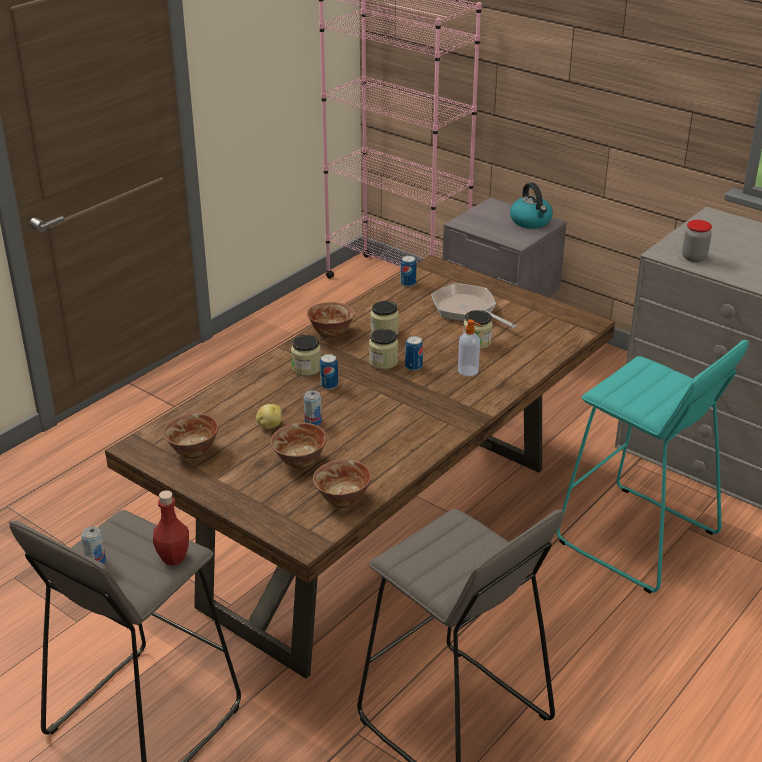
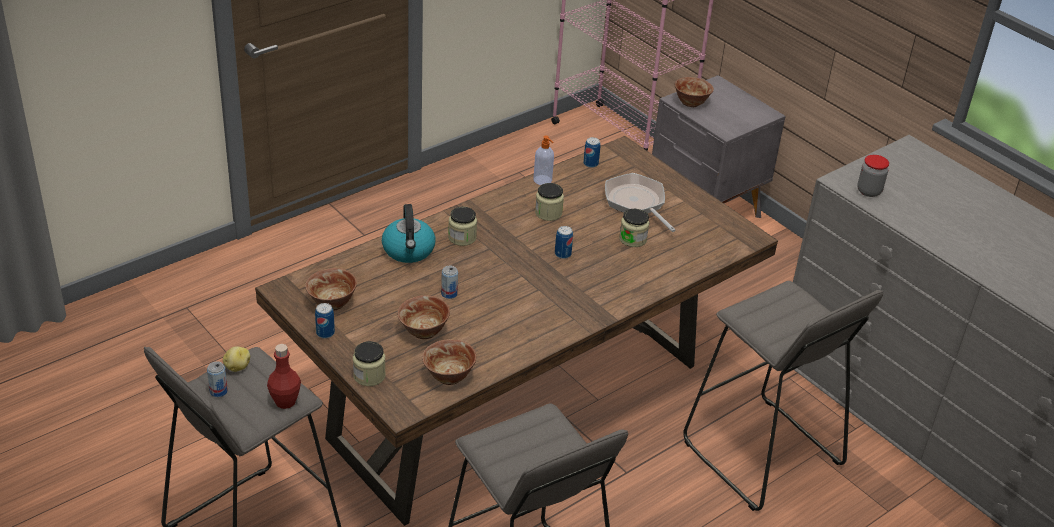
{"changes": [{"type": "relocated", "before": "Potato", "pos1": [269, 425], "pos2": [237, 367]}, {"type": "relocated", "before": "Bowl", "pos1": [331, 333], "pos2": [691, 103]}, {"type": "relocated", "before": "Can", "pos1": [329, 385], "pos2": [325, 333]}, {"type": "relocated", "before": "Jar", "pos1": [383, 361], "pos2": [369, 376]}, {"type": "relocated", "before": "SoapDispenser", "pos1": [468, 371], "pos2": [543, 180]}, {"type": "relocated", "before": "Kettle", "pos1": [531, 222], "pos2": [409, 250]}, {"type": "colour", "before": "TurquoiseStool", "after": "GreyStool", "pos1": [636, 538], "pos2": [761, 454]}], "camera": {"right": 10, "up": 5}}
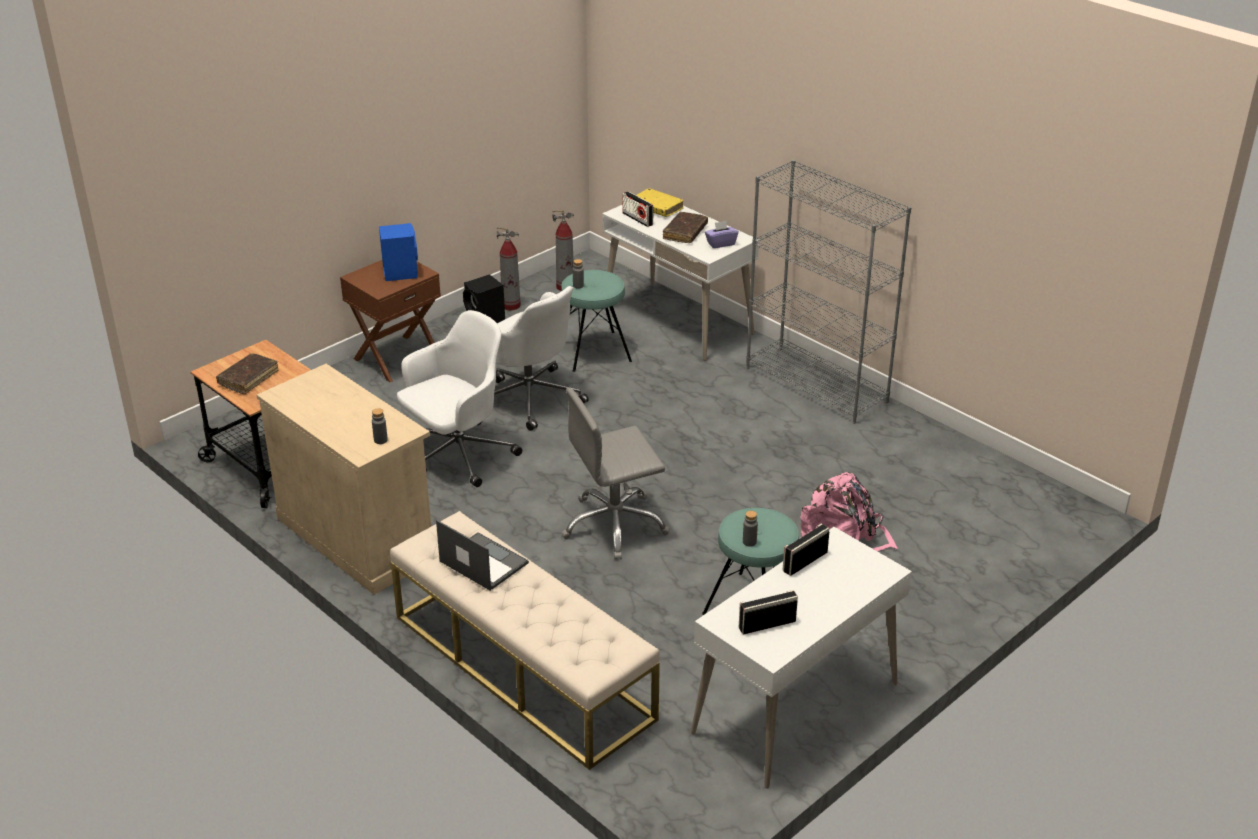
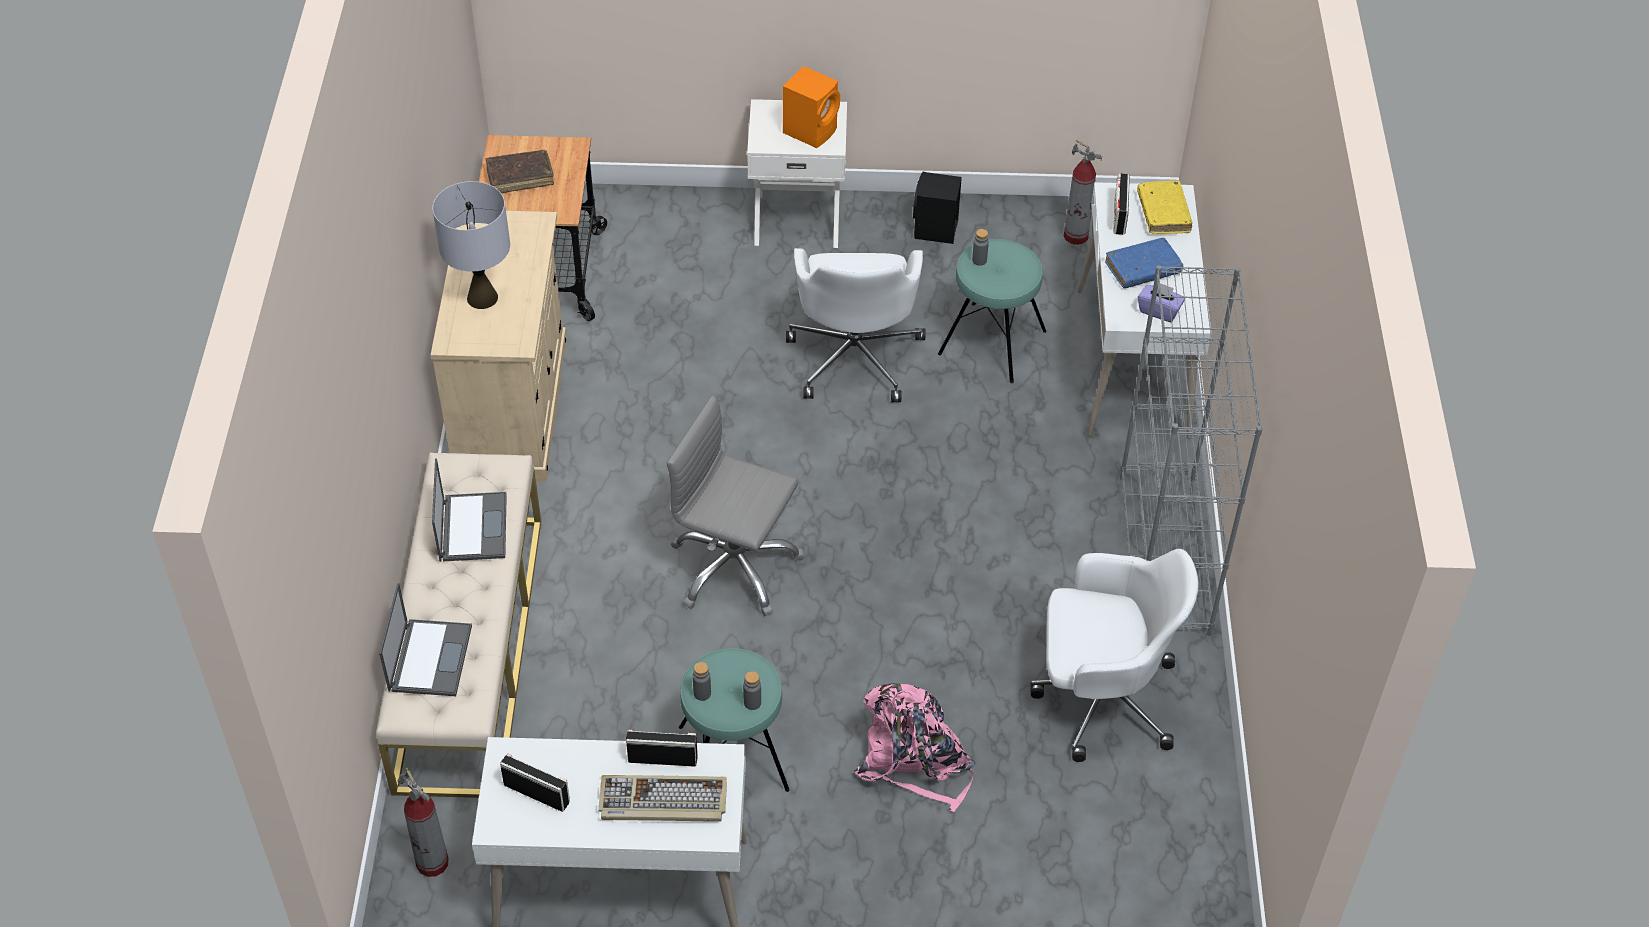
{"changes": [{"type": "appeared", "after": "Laptop", "pos2": [430, 657]}, {"type": "appeared", "after": "GreyTableLamp", "pos2": [482, 297]}, {"type": "appeared", "after": "Keyboard", "pos2": [662, 802]}, {"type": "relocated", "before": "GreyBottle", "pos1": [380, 440], "pos2": [752, 702]}, {"type": "relocated", "before": "WhiteOfficeChair", "pos1": [457, 455], "pos2": [1101, 697]}, {"type": "relocated", "before": "FireExtinguisher", "pos1": [511, 306], "pos2": [432, 863]}, {"type": "colour", "before": "BrownNightstand", "after": "WhiteNightstand", "pos1": [397, 358], "pos2": [797, 218]}, {"type": "colour", "before": "BlueSpeaker", "after": "OrangeSpeaker", "pos1": [400, 272], "pos2": [811, 130]}, {"type": "colour", "before": "BrownBook", "after": "BlueBook", "pos1": [685, 232], "pos2": [1143, 269]}], "camera": {"right": 45, "up": 15}}
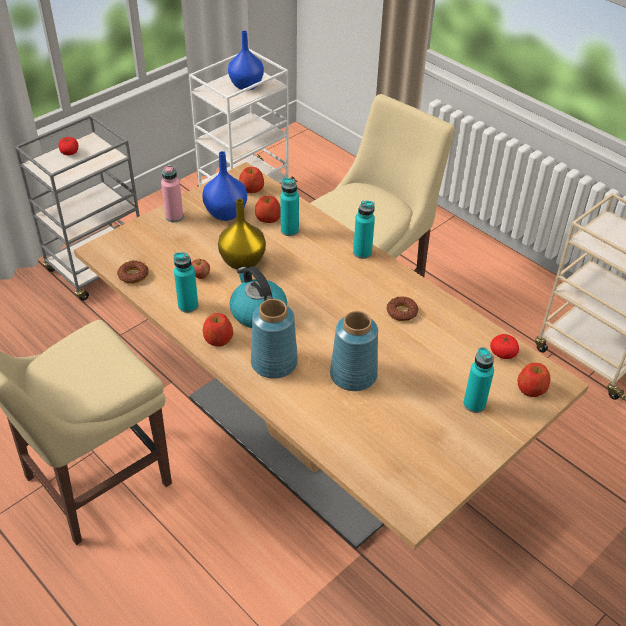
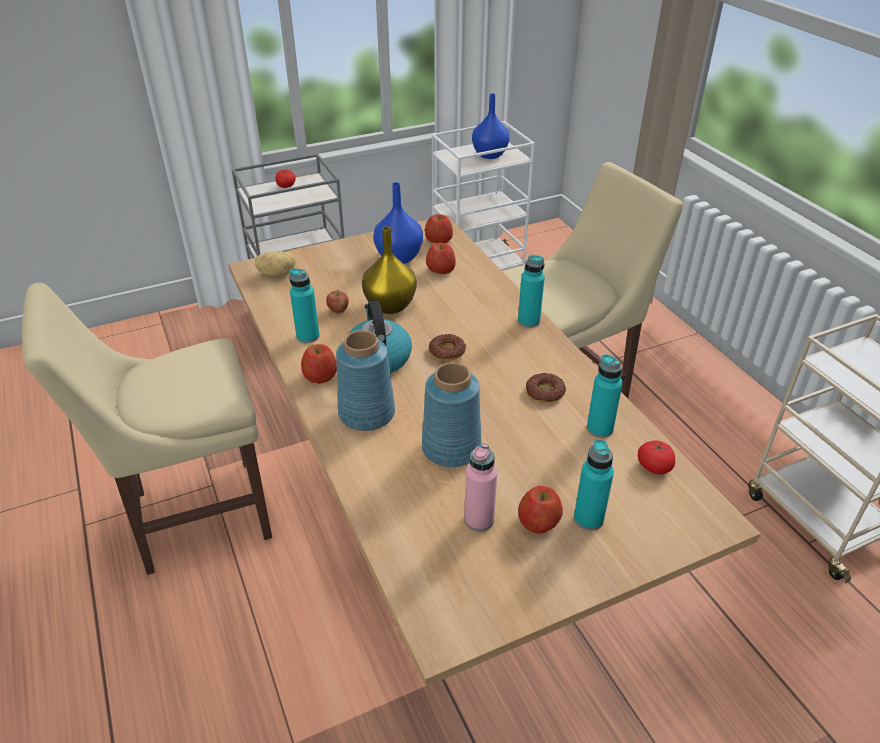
{"changes": [{"type": "appeared", "after": "Potato", "pos2": [277, 273]}, {"type": "relocated", "before": "Donut", "pos1": [133, 275], "pos2": [447, 351]}, {"type": "relocated", "before": "PinkBottle", "pos1": [174, 217], "pos2": [479, 520]}, {"type": "relocated", "before": "TurquoiseBottle", "pos1": [289, 230], "pos2": [599, 429]}, {"type": "relocated", "before": "Apple", "pos1": [531, 388], "pos2": [538, 521]}], "camera": {"right": 20, "up": -5}}
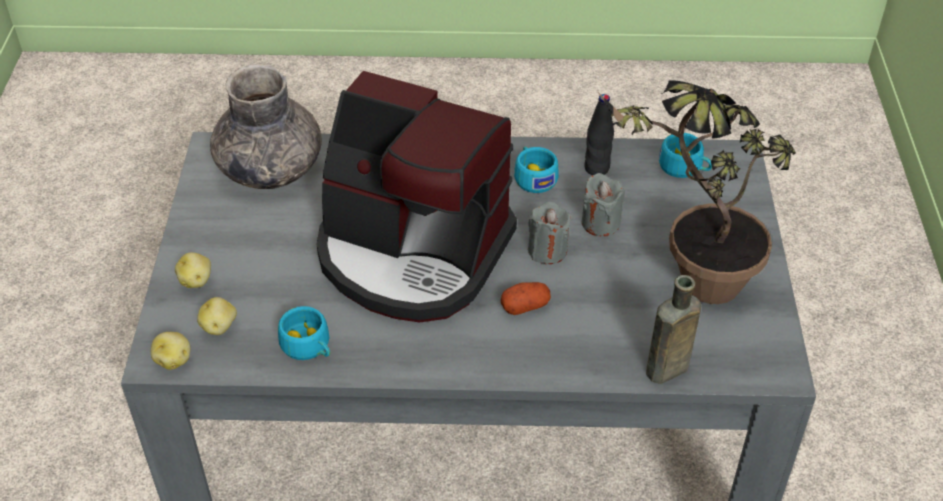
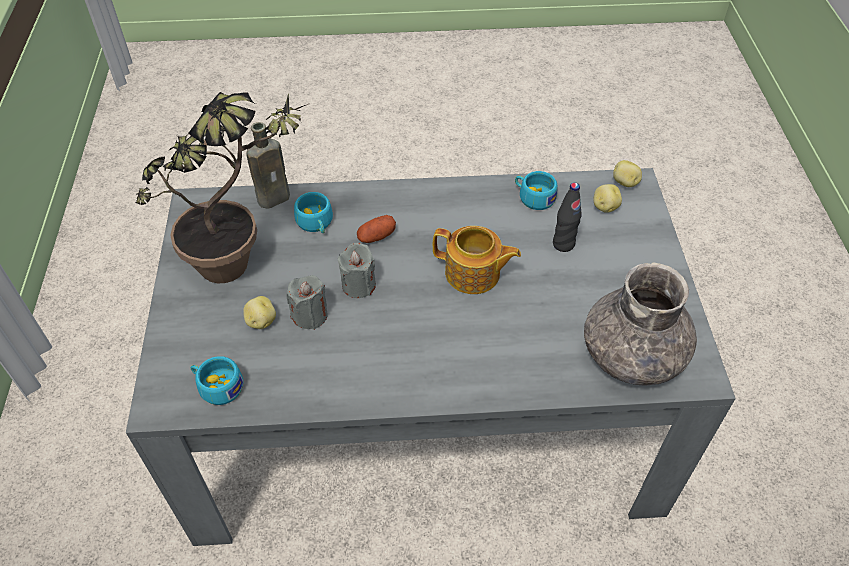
{"changes": [{"type": "relocated", "before": "Potato", "pos1": [196, 280], "pos2": [261, 321]}, {"type": "relocated", "before": "TurquoiseCup", "pos1": [533, 177], "pos2": [316, 223]}, {"type": "relocated", "before": "BlackBottle", "pos1": [597, 168], "pos2": [563, 244]}, {"type": "exchanged", "before": "CoffeeMachine", "after": "Teapot", "pos1": [412, 254], "pos2": [473, 274]}], "camera": {"right": 175, "up": 5}}
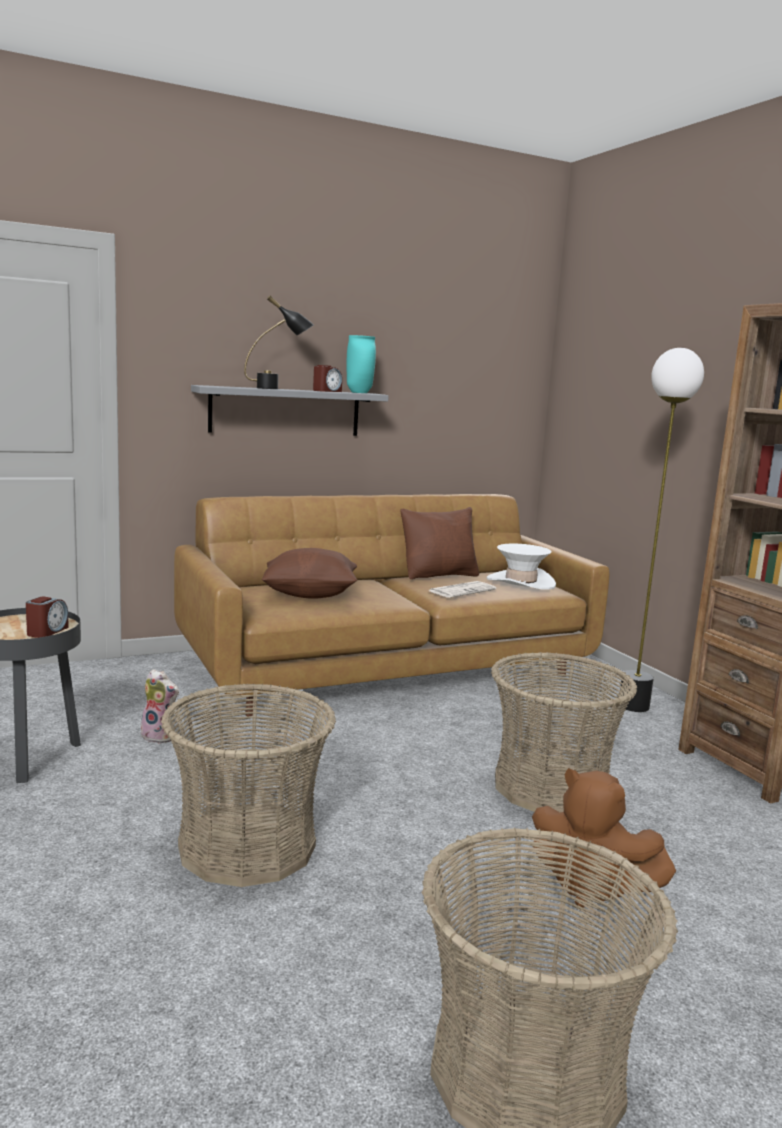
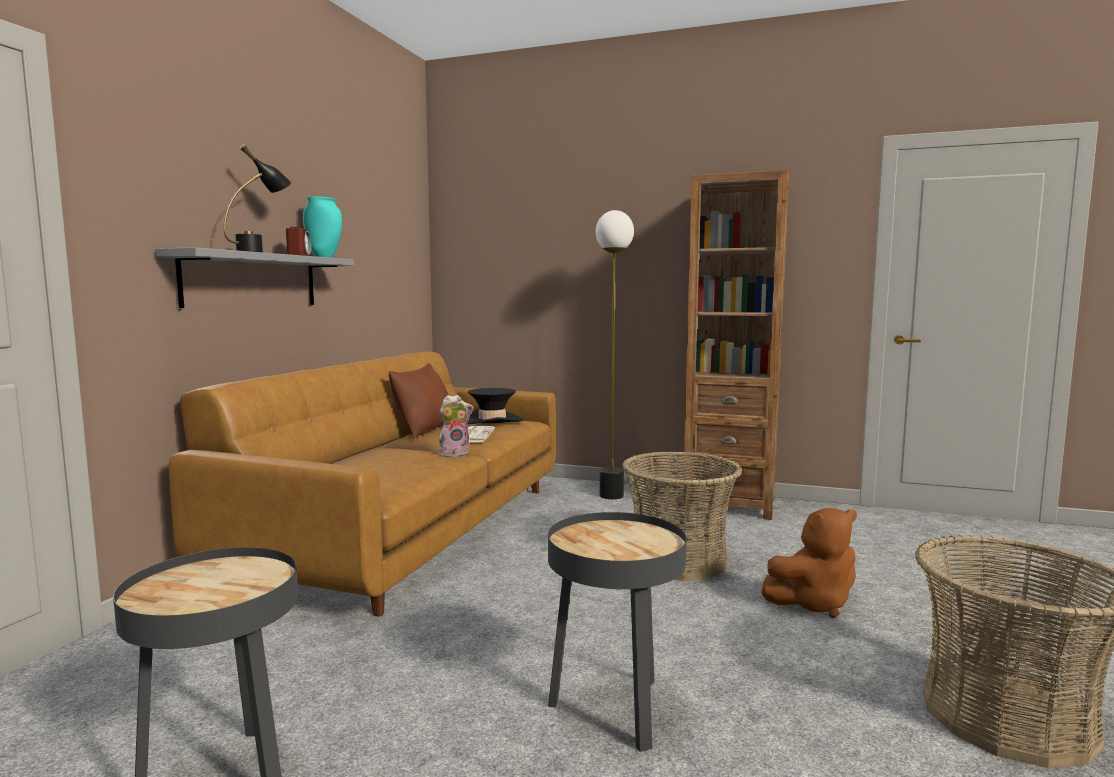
{"changes": [{"type": "missing", "before": "AlarmClock", "pos1": [47, 631]}, {"type": "missing", "before": "BrownPillow", "pos1": [310, 595]}, {"type": "relocated", "before": "PlushToy", "pos1": [160, 736], "pos2": [454, 454]}, {"type": "exchanged", "before": "Basket", "after": "BlackSideTable", "pos1": [247, 845], "pos2": [613, 708]}, {"type": "colour", "before": "WhiteHat", "after": "BlackHat", "pos1": [521, 582], "pos2": [492, 421]}], "camera": {"right": -45, "up": -5}}
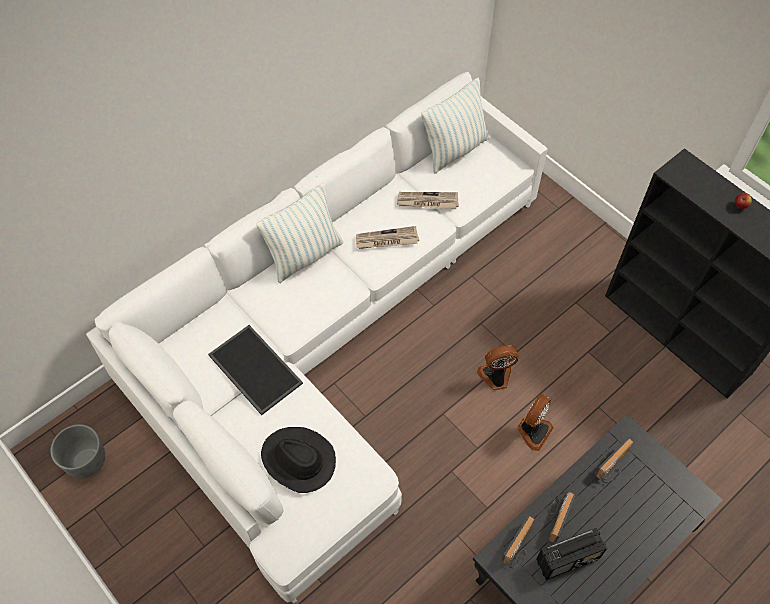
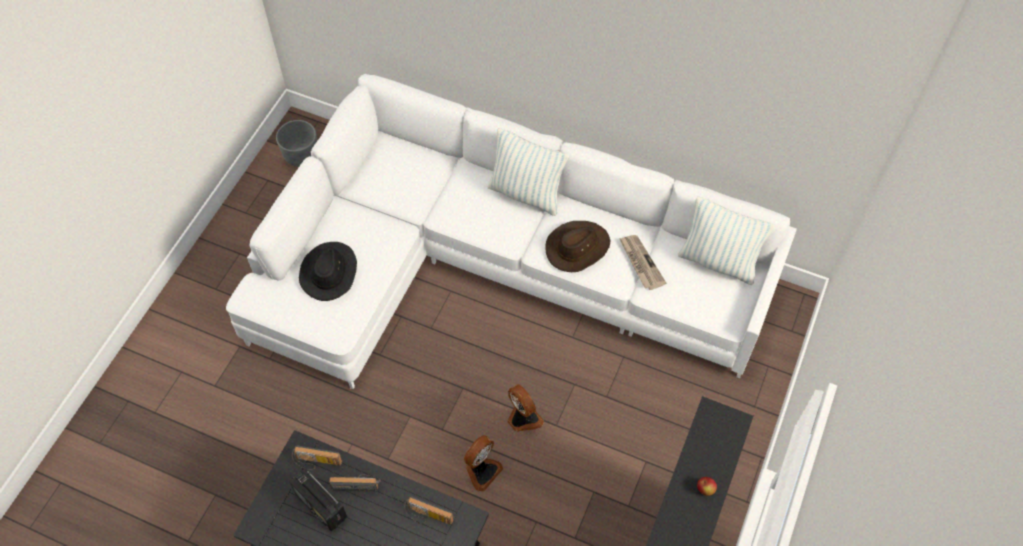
{"changes": [{"type": "missing", "before": "Tray", "pos1": [253, 369]}, {"type": "exchanged", "before": "Newspaper", "after": "BrownHat", "pos1": [386, 240], "pos2": [577, 248]}, {"type": "spun", "before": "Fan", "pos1": [533, 431], "pos2": [481, 470], "turn": -60}], "camera": {"right": 65, "up": 0}}
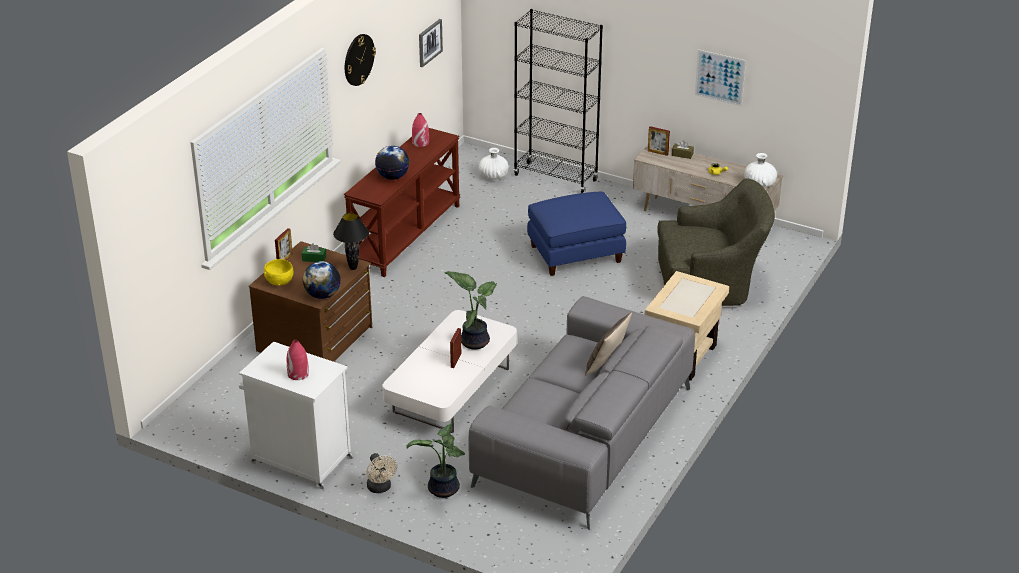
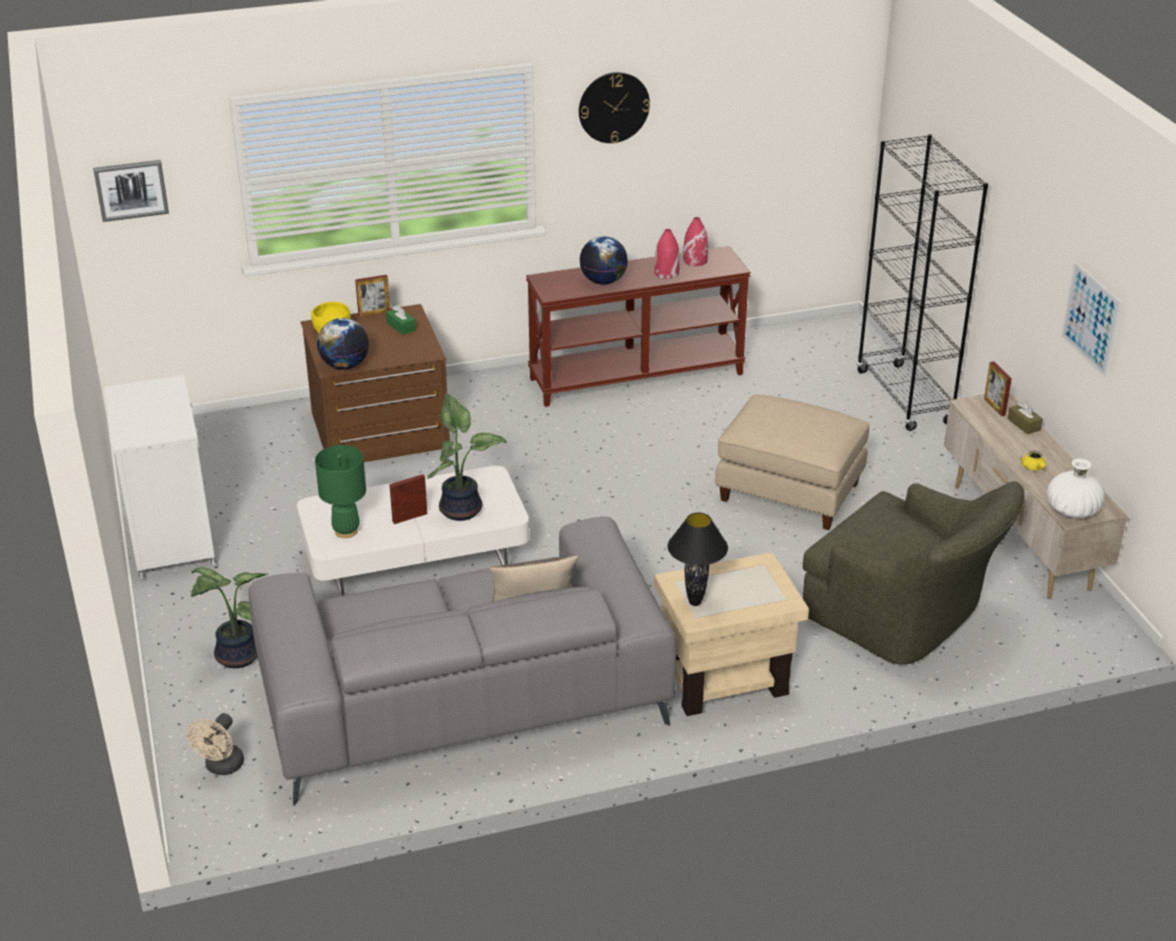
{"changes": [{"type": "missing", "before": "WhiteVase", "pos1": [493, 176]}, {"type": "appeared", "after": "GreenTableLamp", "pos2": [346, 531]}, {"type": "relocated", "before": "RedVase", "pos1": [298, 374], "pos2": [666, 273]}, {"type": "relocated", "before": "BlackTableLamp", "pos1": [353, 268], "pos2": [695, 602]}, {"type": "relocated", "before": "BeigeFan", "pos1": [380, 488], "pos2": [221, 767]}, {"type": "relocated", "before": "Picture", "pos1": [429, 42], "pos2": [131, 190]}, {"type": "colour", "before": "BlueOttoman", "after": "BeigeOttoman", "pos1": [575, 253], "pos2": [790, 491]}], "camera": {"right": 45, "up": 0}}
